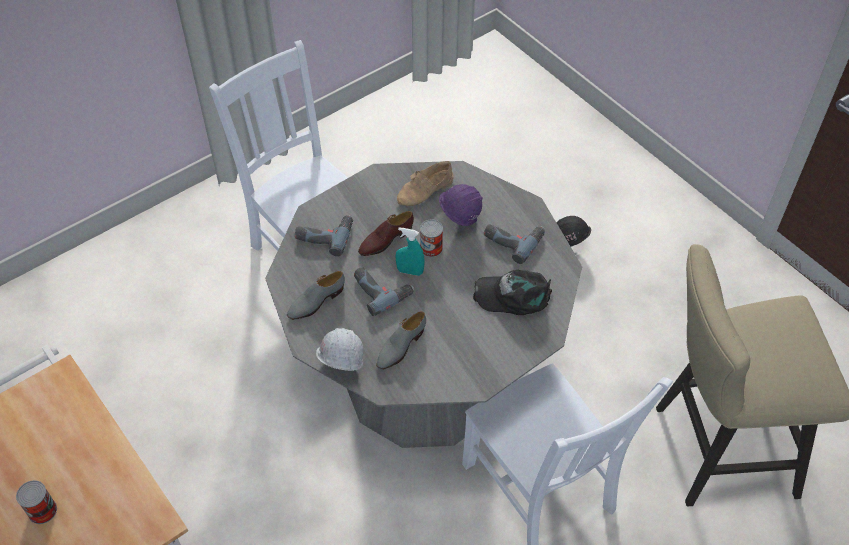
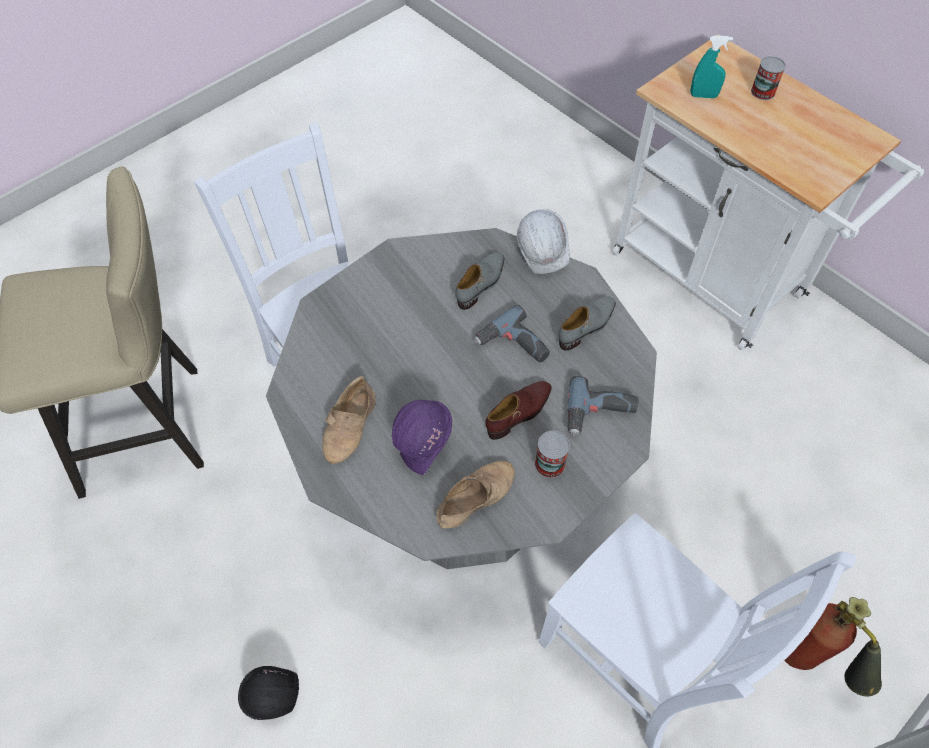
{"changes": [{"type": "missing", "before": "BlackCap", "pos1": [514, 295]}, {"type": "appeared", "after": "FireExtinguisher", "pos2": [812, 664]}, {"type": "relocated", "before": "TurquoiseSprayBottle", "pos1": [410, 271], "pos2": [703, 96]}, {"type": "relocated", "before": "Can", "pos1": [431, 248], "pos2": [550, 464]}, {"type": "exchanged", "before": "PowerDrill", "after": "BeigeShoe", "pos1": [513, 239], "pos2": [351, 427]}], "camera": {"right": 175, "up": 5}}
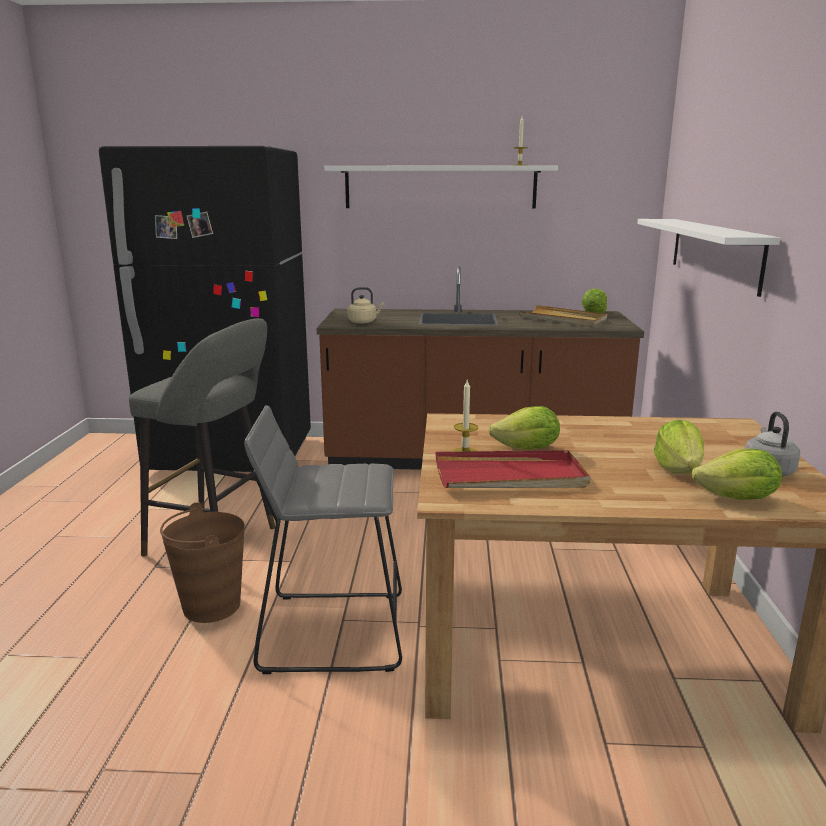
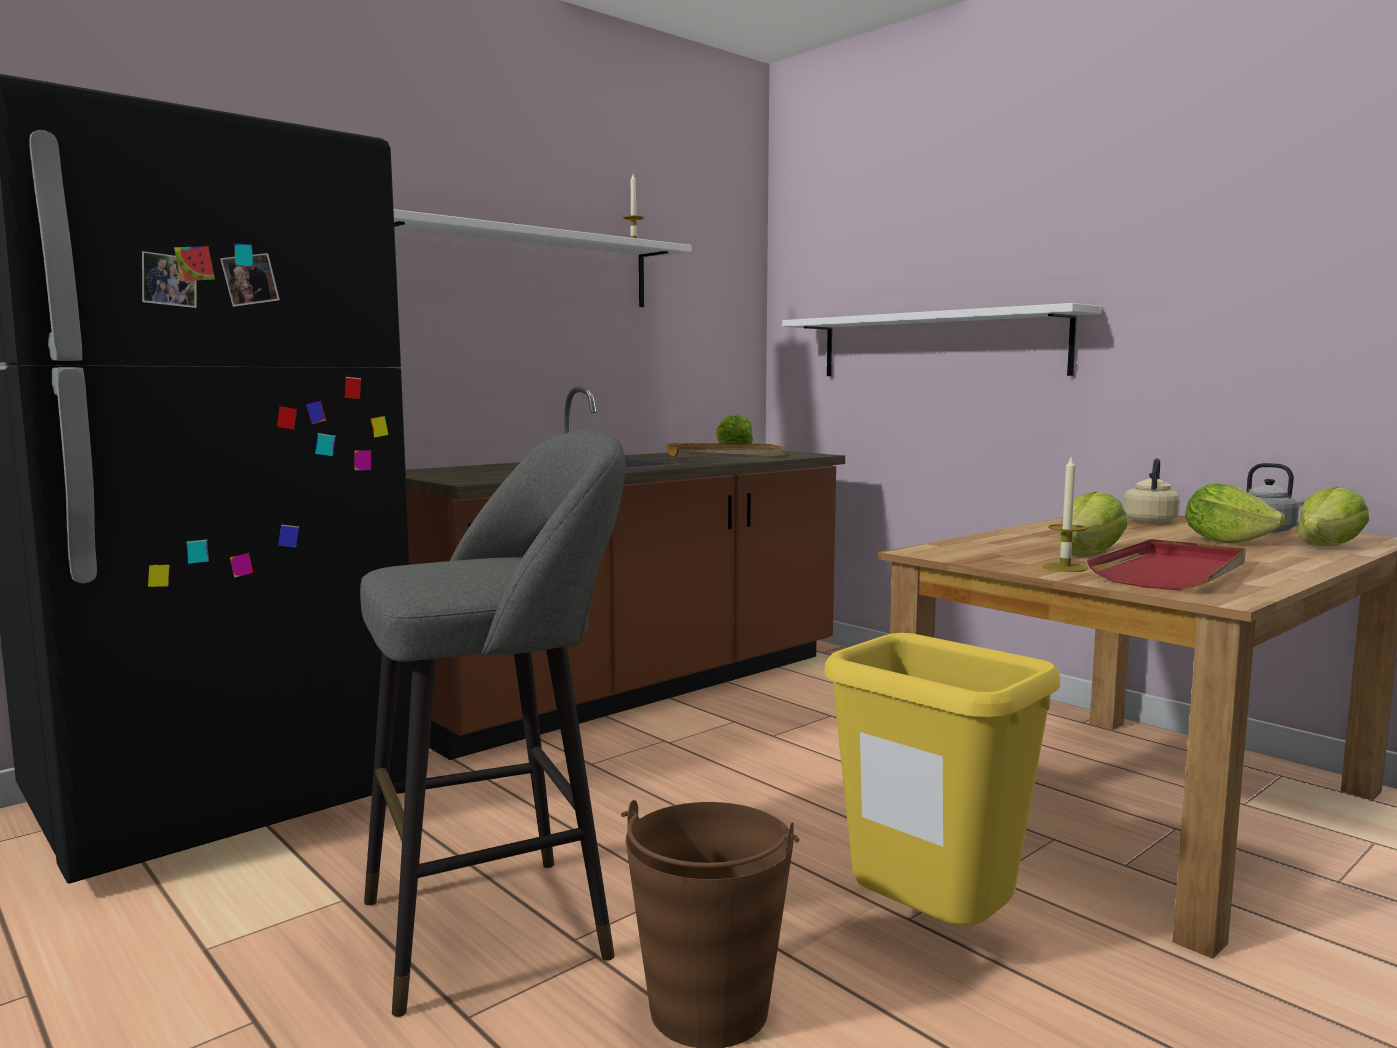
{"changes": [{"type": "relocated", "before": "BeigeKettle", "pos1": [364, 322], "pos2": [1150, 521]}, {"type": "exchanged", "before": "GreyStool", "after": "YellowTrashCan", "pos1": [333, 630], "pos2": [928, 936]}], "camera": {"right": -45, "up": -10}}
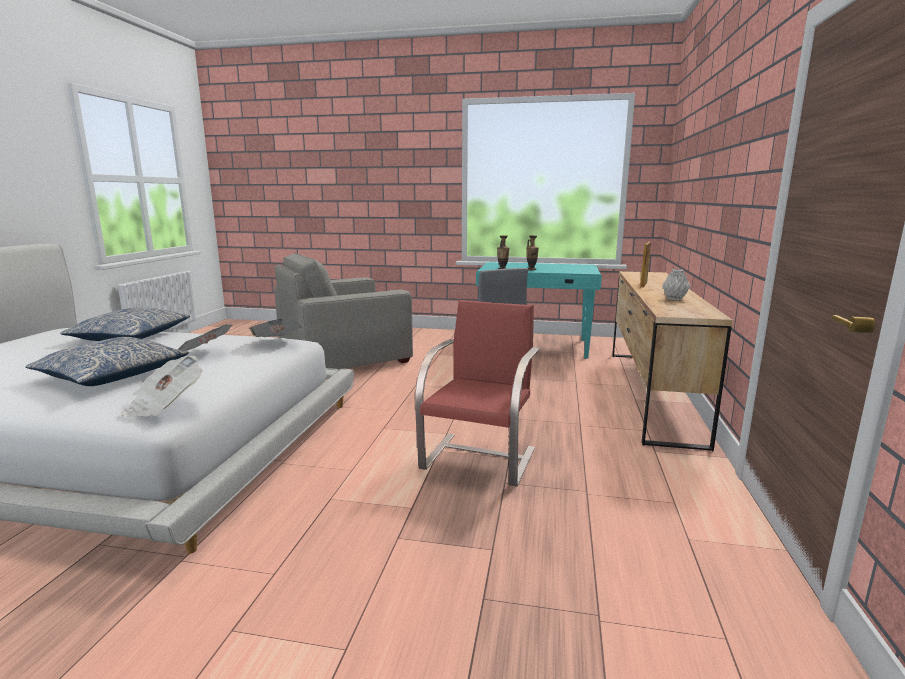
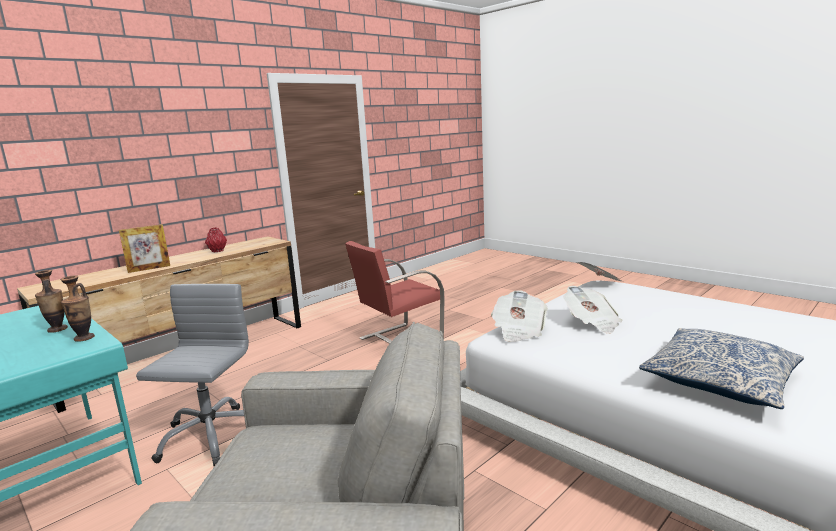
{"changes": [{"type": "missing", "before": "Pillow", "pos1": [112, 375]}, {"type": "colour", "before": "GreyVase", "after": "RedVase", "pos1": [674, 299], "pos2": [217, 251]}], "camera": {"right": -145, "up": 0}}
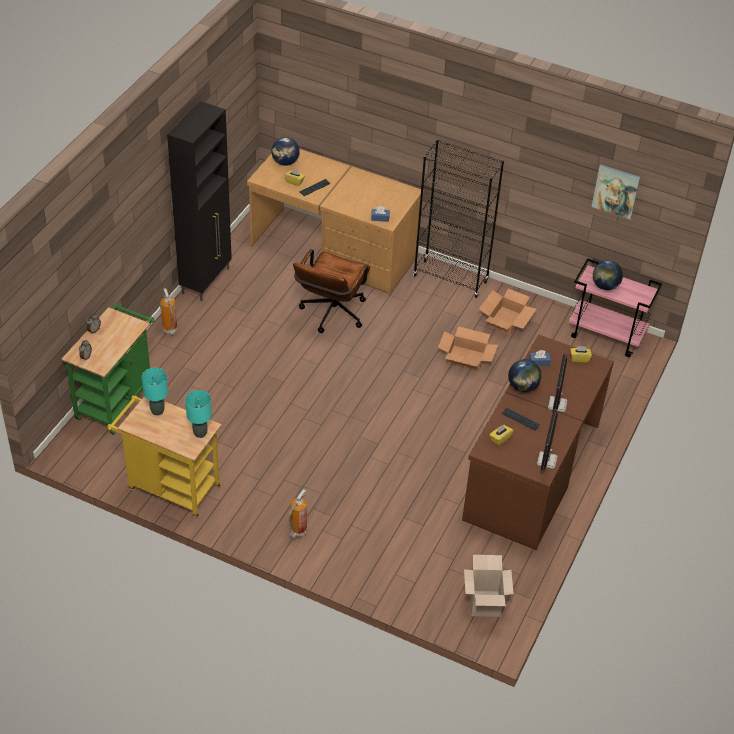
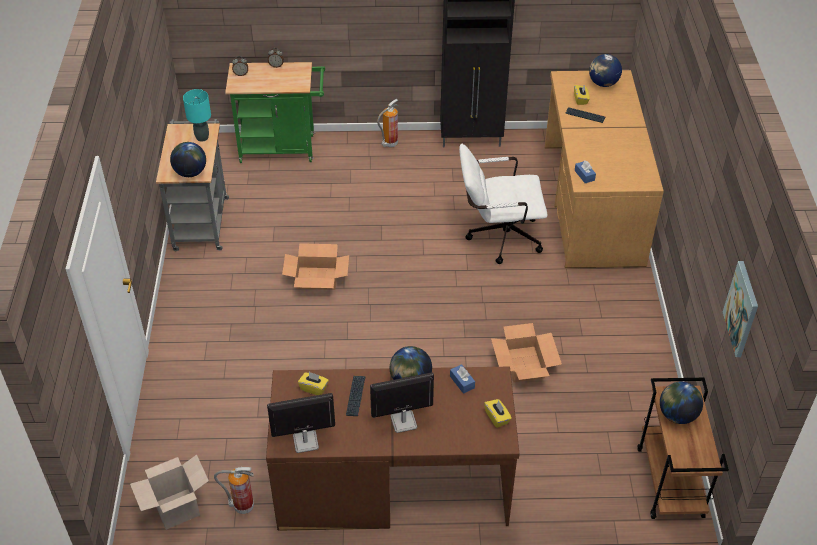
{"changes": [{"type": "missing", "before": "BlackBookcase", "pos1": [450, 279]}, {"type": "relocated", "before": "FireExtinguisher", "pos1": [298, 532], "pos2": [242, 506]}, {"type": "relocated", "before": "CardboardBox", "pos1": [505, 320], "pos2": [317, 278]}, {"type": "exchanged", "before": "TurquoiseTableLamp", "after": "Globe", "pos1": [200, 433], "pos2": [190, 172]}, {"type": "colour", "before": "YellowCart", "after": "GreyCart", "pos1": [169, 486], "pos2": [201, 219]}, {"type": "colour", "before": "BrownOfficeChair", "after": "WhiteOfficeChair", "pos1": [330, 315], "pos2": [498, 237]}, {"type": "colour", "before": "PinkCart", "after": "BrownCart", "pos1": [607, 335], "pos2": [670, 483]}], "camera": {"right": 65, "up": 0}}
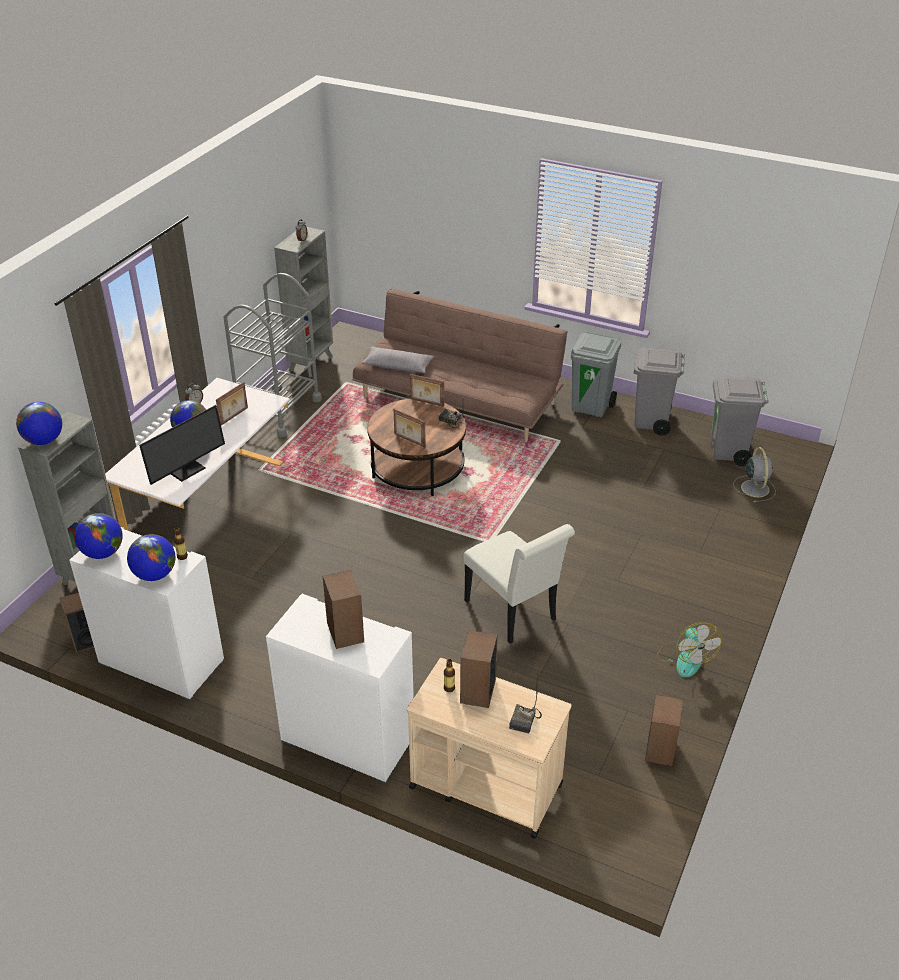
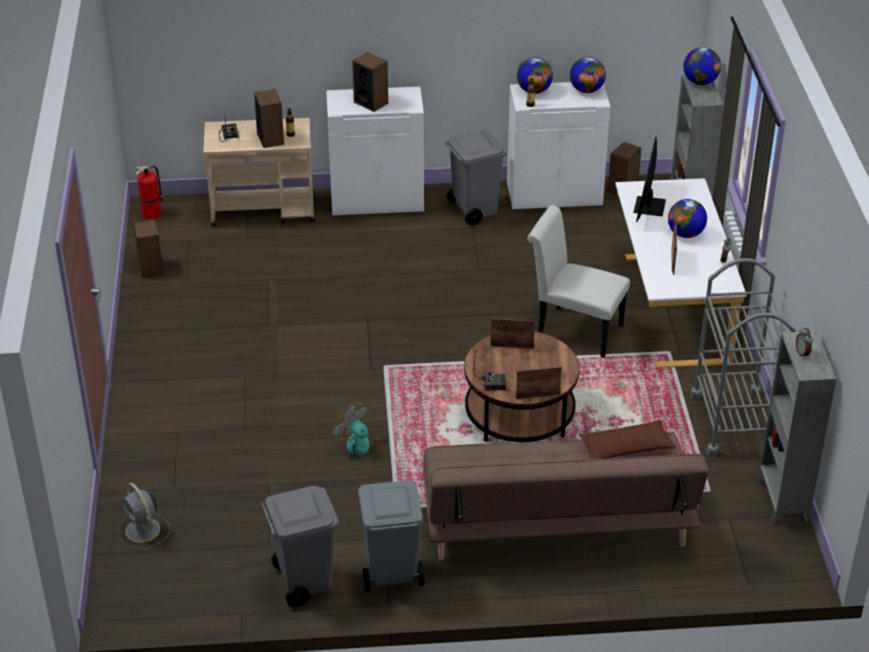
{"changes": [{"type": "appeared", "after": "FireExtinguisher", "pos2": [152, 213]}, {"type": "relocated", "before": "WhiteChair", "pos1": [514, 614], "pos2": [573, 330]}, {"type": "relocated", "before": "Fan", "pos1": [685, 658], "pos2": [363, 448]}, {"type": "relocated", "before": "GreyTrashCan", "pos1": [728, 452], "pos2": [474, 210]}, {"type": "colour", "before": "GreyPillow", "after": "BrownPillow", "pos1": [398, 366], "pos2": [626, 448]}], "camera": {"right": 150, "up": 0}}
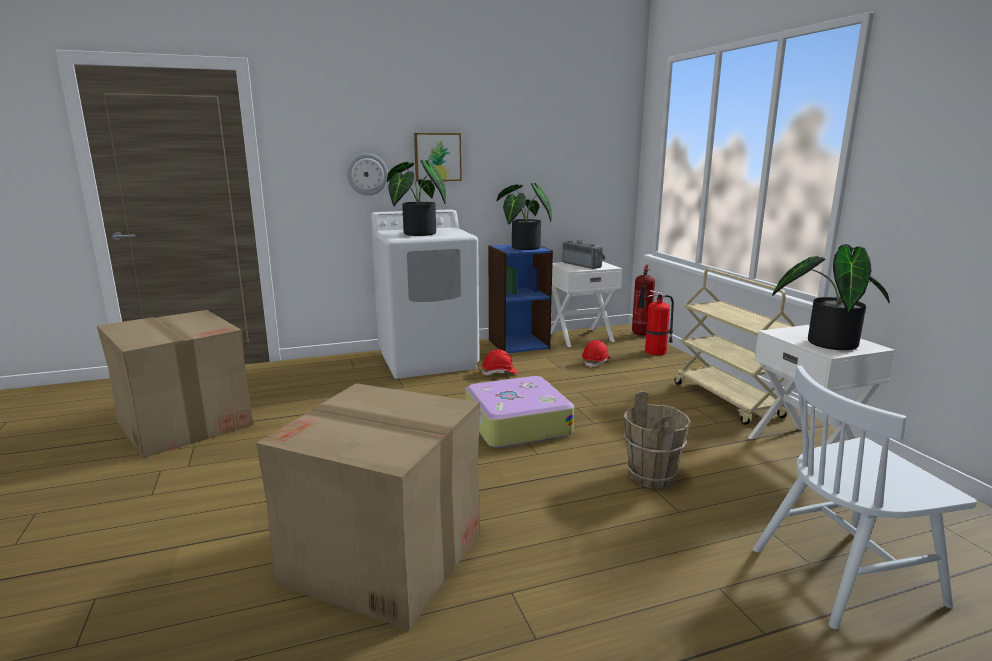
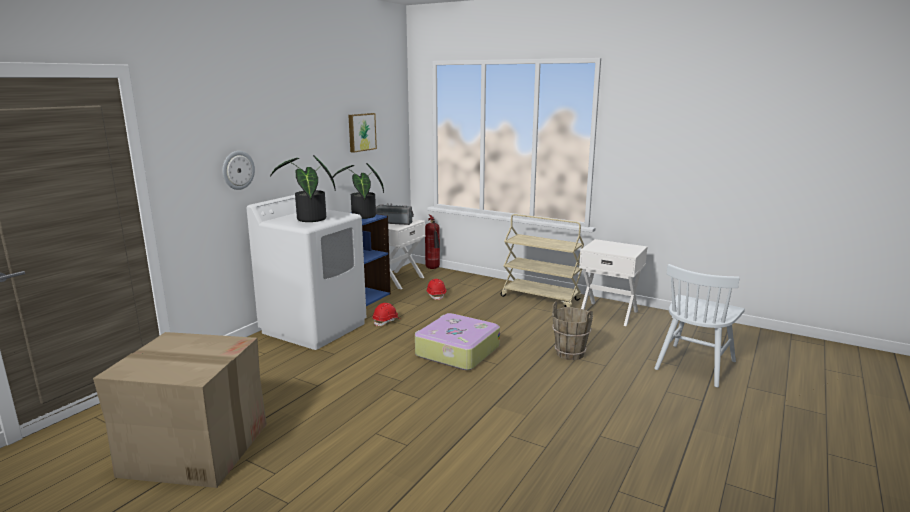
{"changes": [{"type": "missing", "before": "CardboardBox", "pos1": [385, 557]}, {"type": "missing", "before": "FireExtinguisher", "pos1": [656, 352]}, {"type": "missing", "before": "PottedPlant", "pos1": [826, 342]}, {"type": "relocated", "before": "Picture", "pos1": [437, 157], "pos2": [361, 132]}], "camera": {"right": -40, "up": 0}}
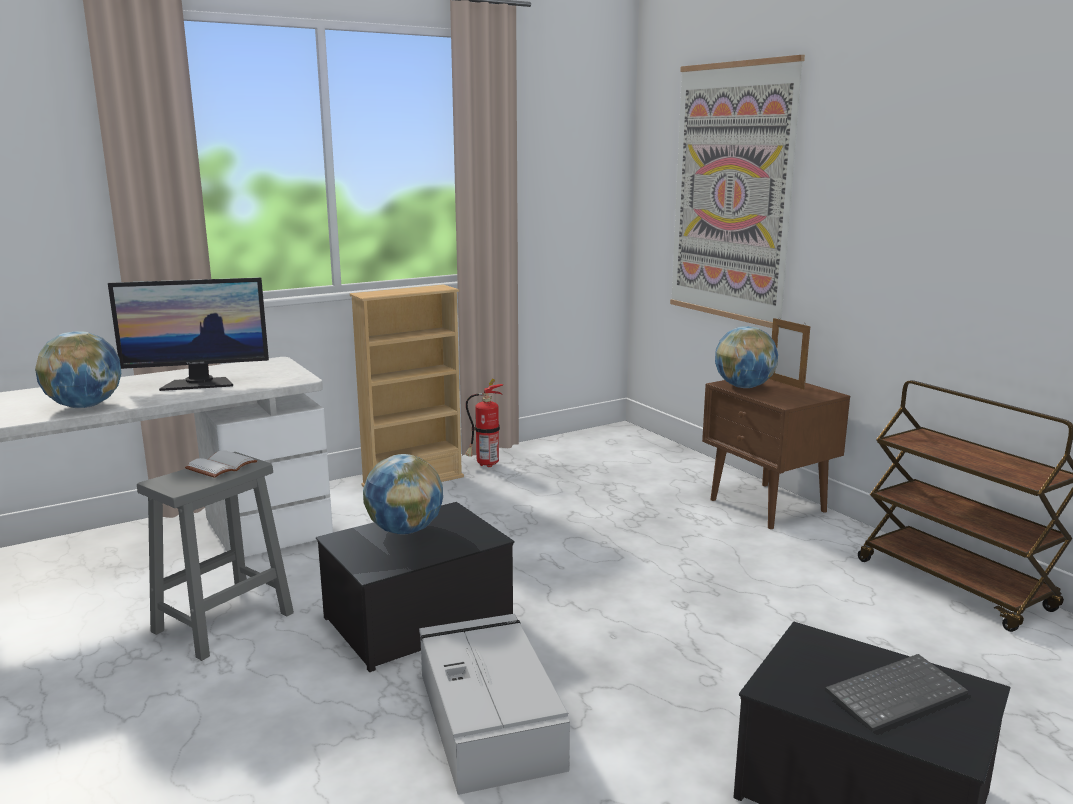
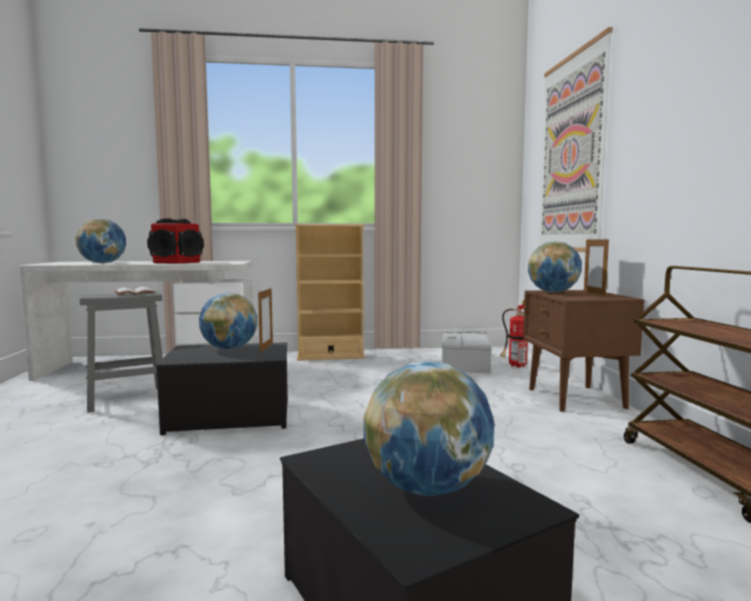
{"changes": [{"type": "appeared", "after": "PictureFrame", "pos2": [266, 347]}, {"type": "relocated", "before": "GreyStorageBox", "pos1": [488, 717], "pos2": [464, 362]}, {"type": "relocated", "before": "FireExtinguisher", "pos1": [485, 465], "pos2": [515, 366]}, {"type": "exchanged", "before": "Monitor", "after": "Speaker", "pos1": [198, 383], "pos2": [177, 262]}, {"type": "exchanged", "before": "Keyboard", "after": "Globe", "pos1": [895, 693], "pos2": [428, 488]}], "camera": {"right": 25, "up": -10}}
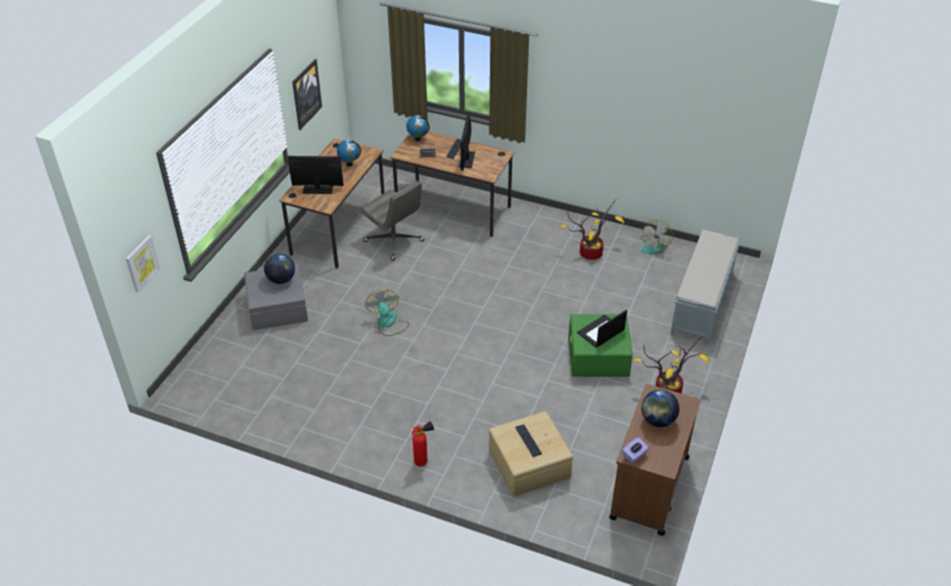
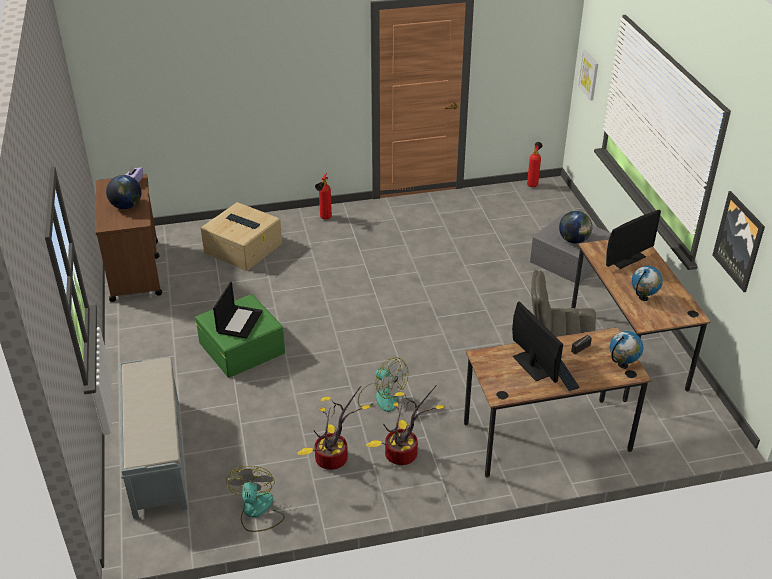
{"changes": [{"type": "appeared", "after": "FireExtinguisher", "pos2": [532, 184]}, {"type": "relocated", "before": "Fan", "pos1": [388, 323], "pos2": [381, 397]}, {"type": "relocated", "before": "PottedPlant", "pos1": [669, 390], "pos2": [401, 457]}], "camera": {"right": 145, "up": -5}}
